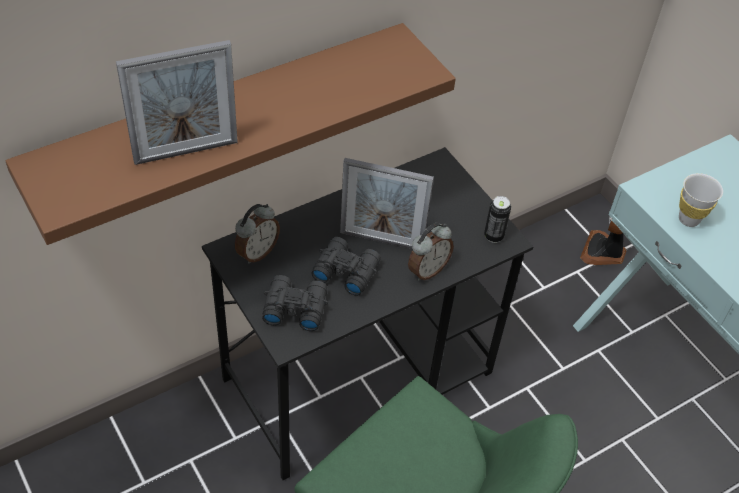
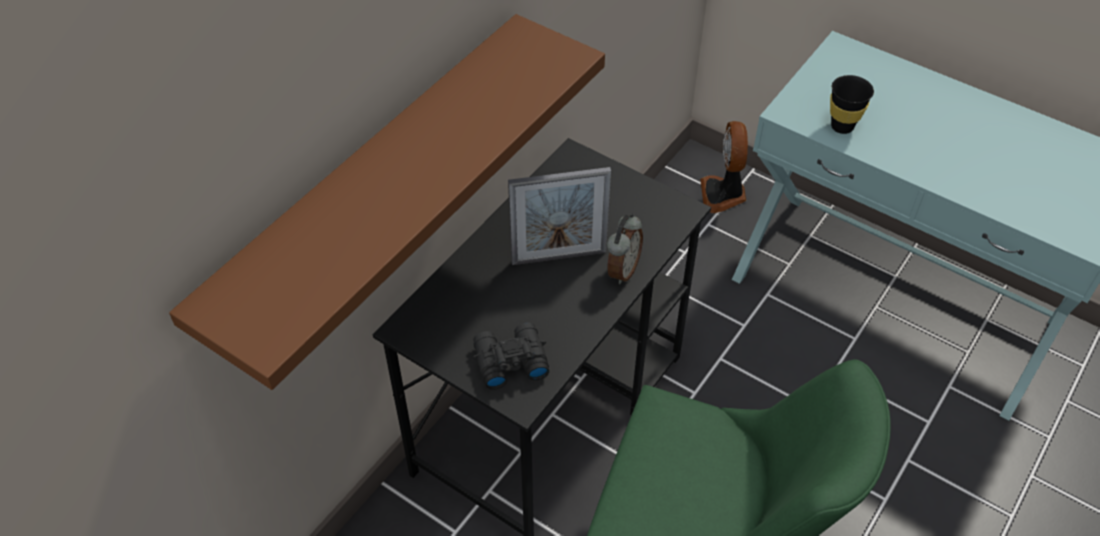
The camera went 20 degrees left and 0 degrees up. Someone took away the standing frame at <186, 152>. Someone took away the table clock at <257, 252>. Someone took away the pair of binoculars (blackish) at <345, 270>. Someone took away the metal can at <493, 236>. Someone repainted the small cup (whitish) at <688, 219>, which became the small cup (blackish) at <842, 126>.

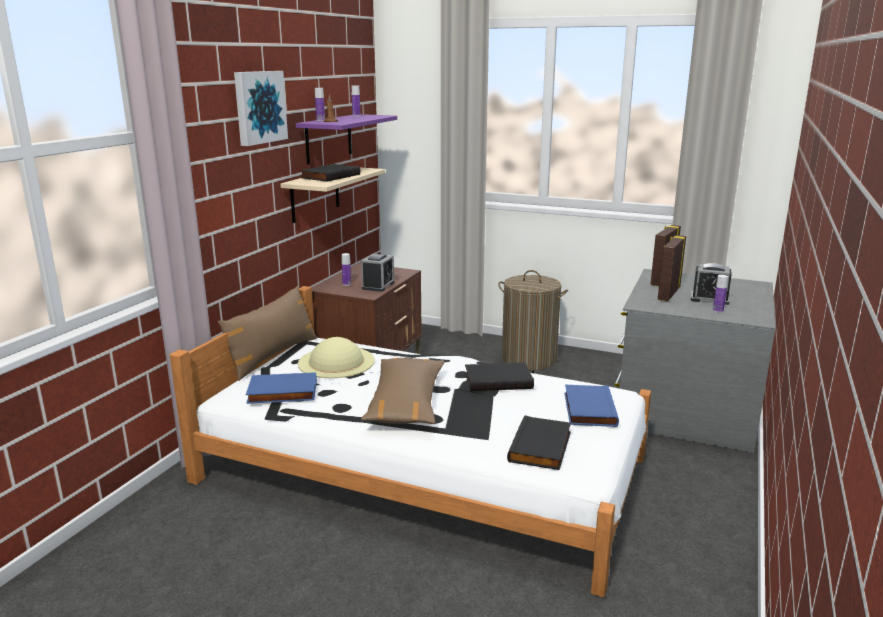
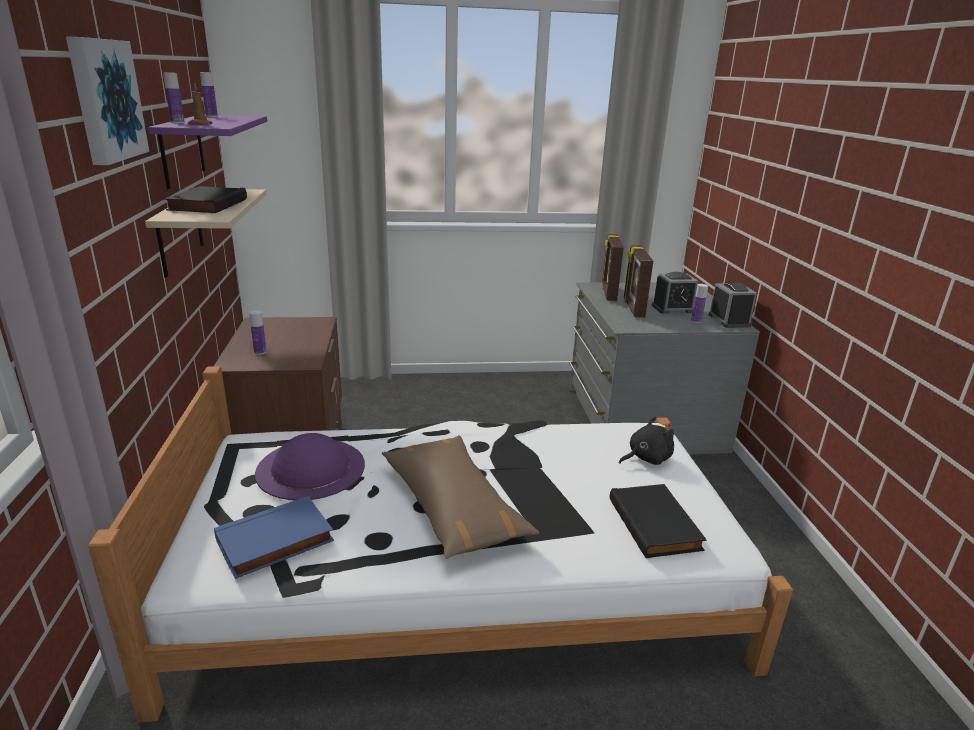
The camera went 30 degrees left and 5 degrees up. Someone took away the throw pillow (brownish) at <272, 356>. Someone repainted the clothing hat (sand-coloured) at <336, 362>, which became the clothing hat (purplish) at <310, 468>. Someone carried the table clock from <378, 285> to <729, 320>. Someone took away the volume (blackish) at <498, 380>. Someone took away the hamper at <529, 359>. Someone swapped the volume (blue-coloured) at <588, 409> for the cuddly toy (blackish) at <646, 458>.

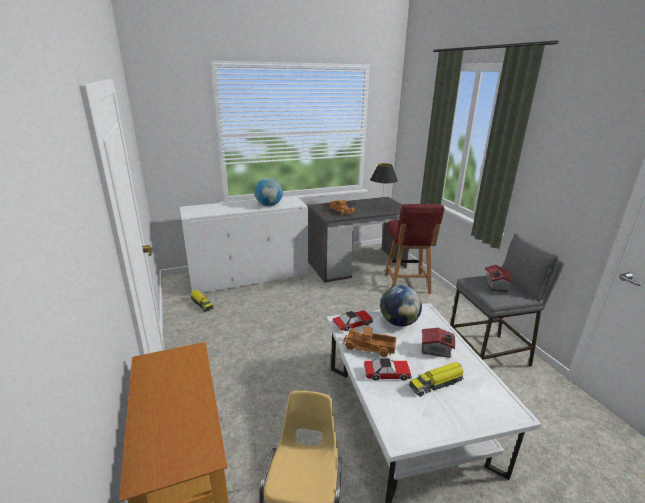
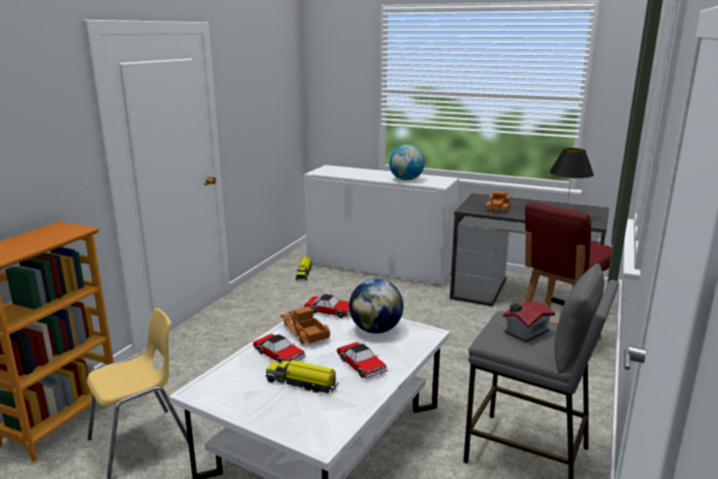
The camera went 45 degrees right and 5 degrees down. Someone swapped the toy house at <436, 350> for the toy car at <361, 365>.

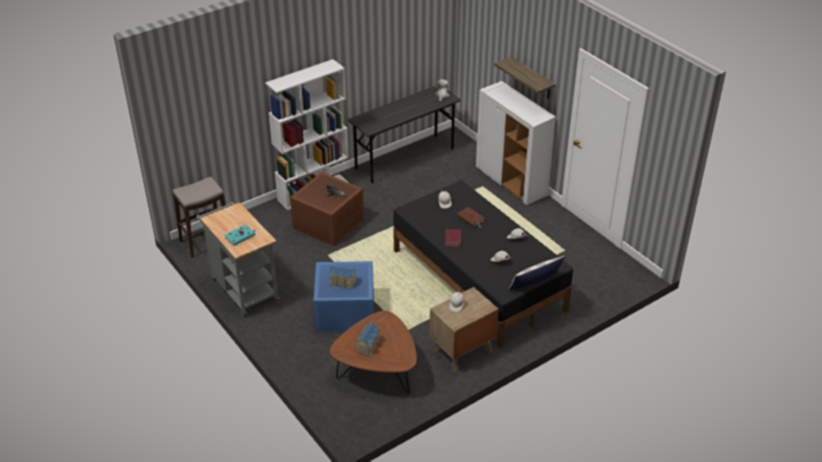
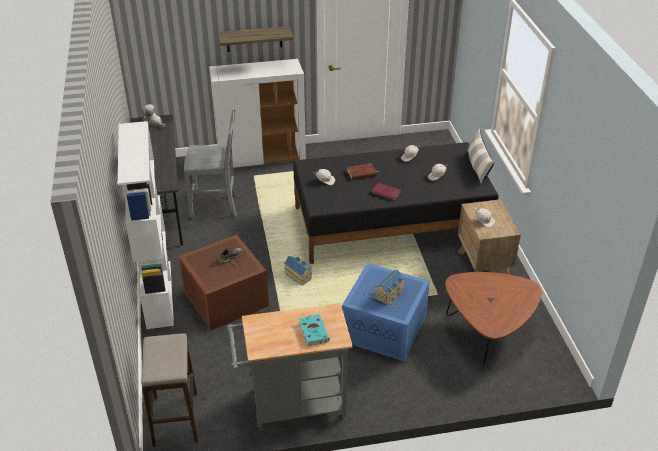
The camera went 65 degrees left and 0 degrees up. Someone carried the toy house from <369, 345> to <299, 276>. Someone put down the chair (greyish) at <216, 205>.

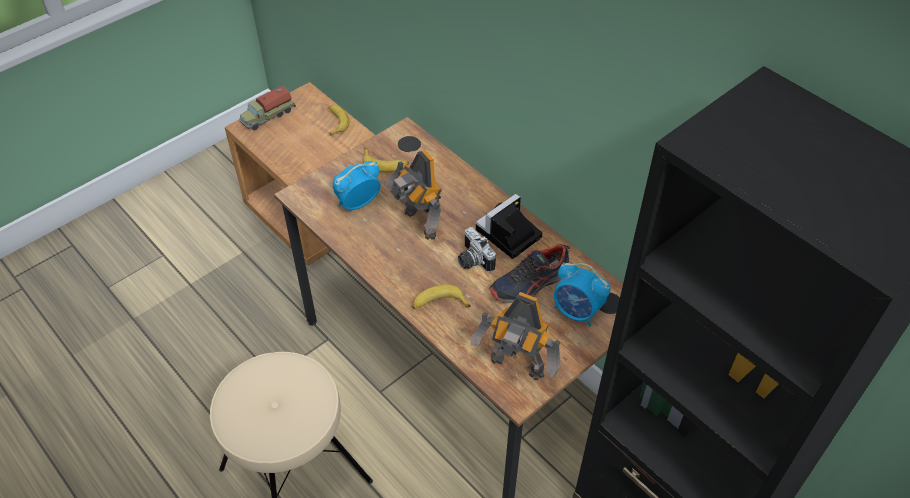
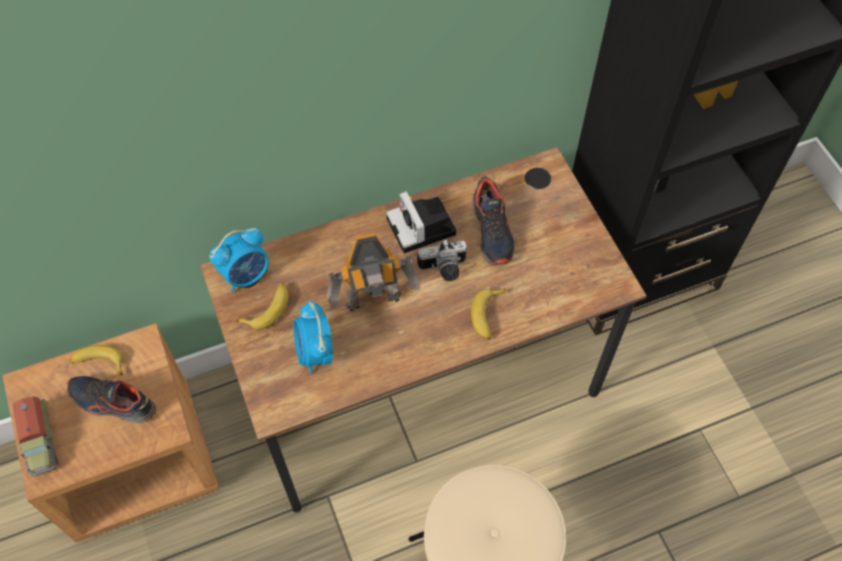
The camera went 70 degrees left and 10 degrees up. Someone took away the toy robot at <516, 368>. Someone carried the table clock from <577, 311> to <246, 275>. Someone put down the low shoe at <113, 403>.

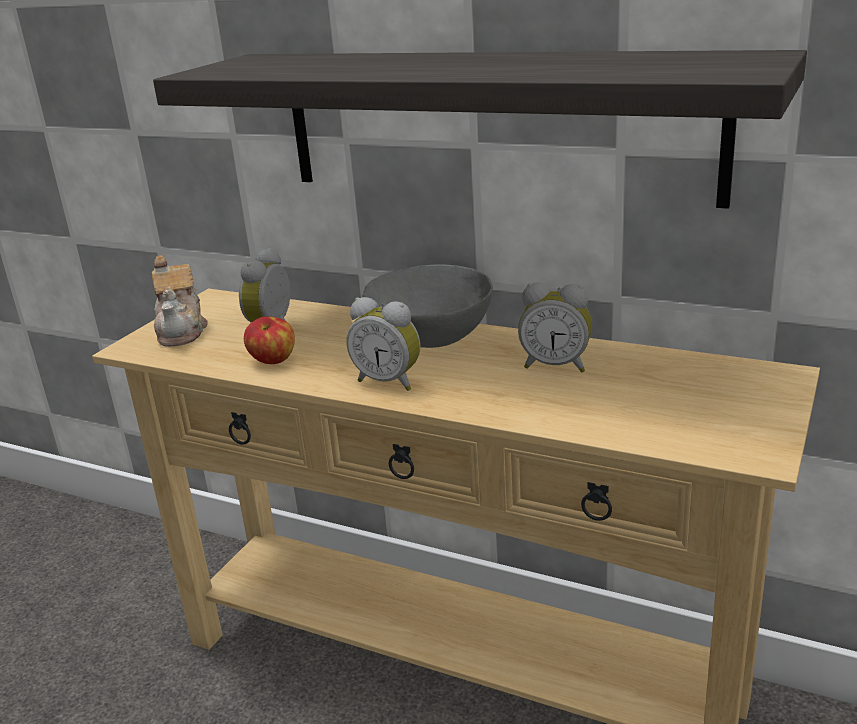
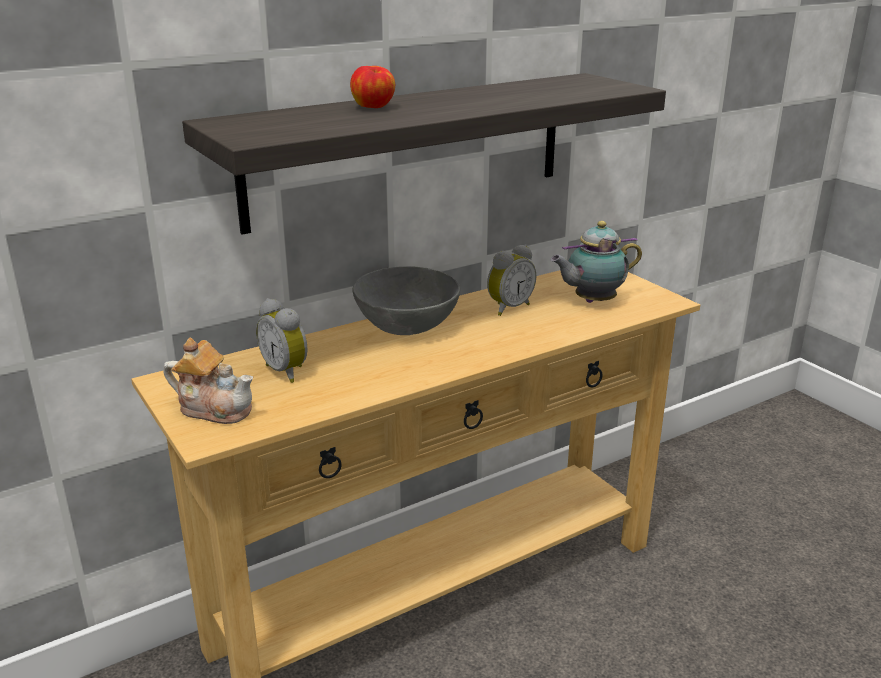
The camera went 60 degrees left and 0 degrees up. Someone carried the whole apple from <273, 361> to <374, 108>. Someone took away the table clock at <389, 381>. Someone put down the tea pot at <592, 301>.

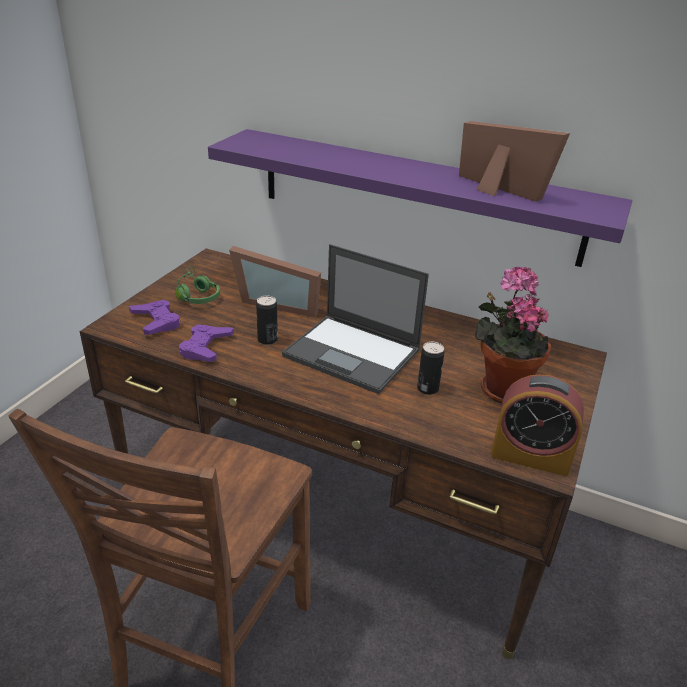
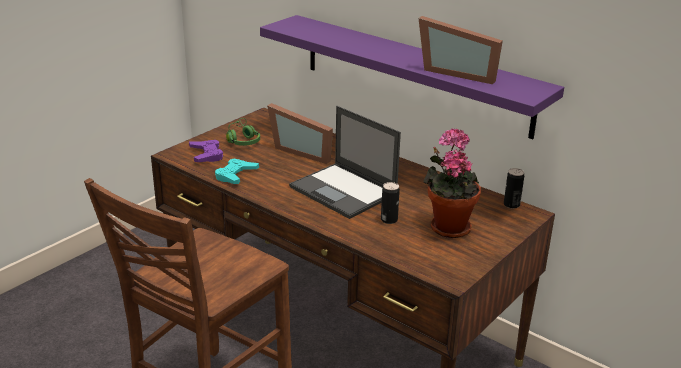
The camera went 15 degrees right and 5 degrees down. Someone repainted the joypad (purplish) at <206, 347>, which became the joypad (turquoise) at <236, 175>. Someone carried the metal can from <267, 340> to <511, 205>. Someone rotated the standing frame at <497, 190> by 150 degrees clockwise. Someone took away the table clock at <530, 456>.

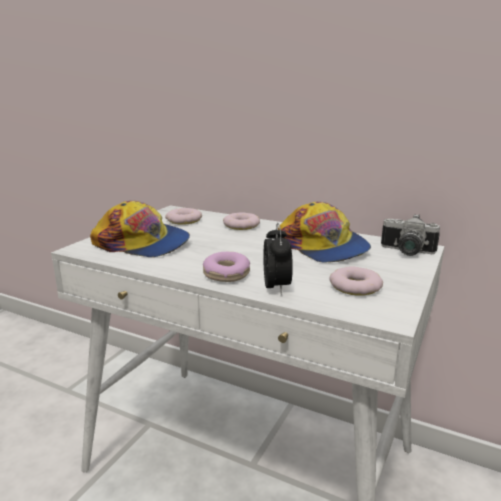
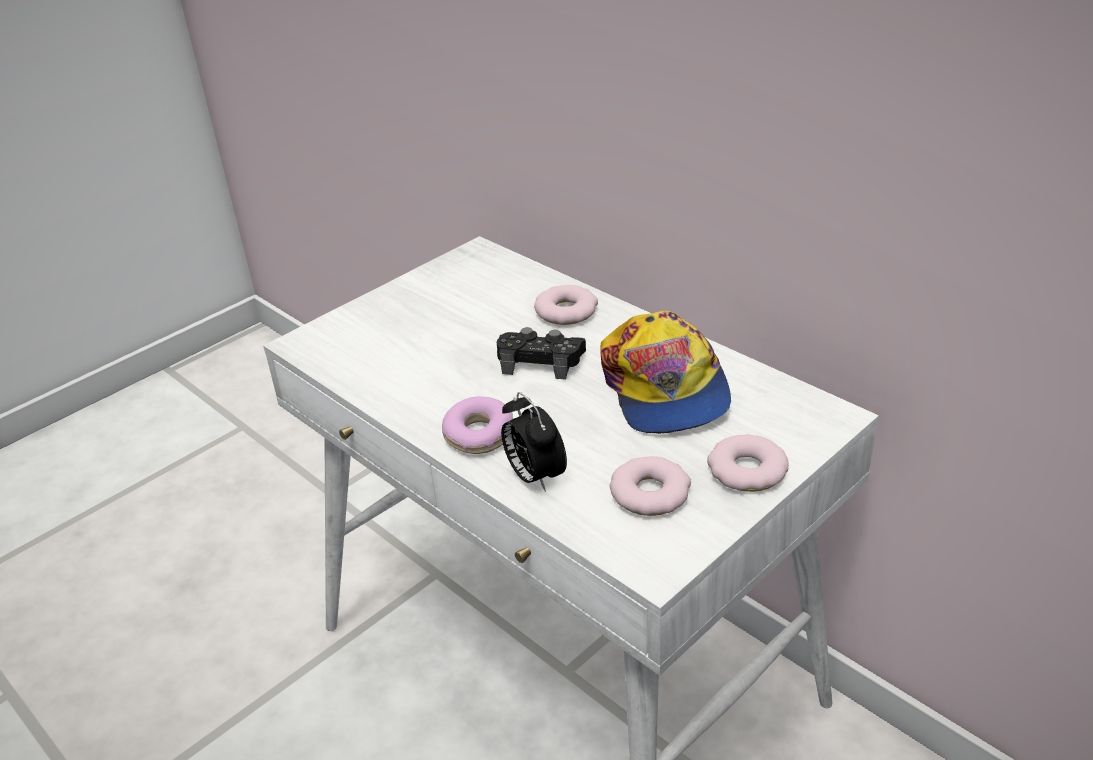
The camera went 20 degrees right and 15 degrees up. Someone took away the peaked cap at <142, 243>. Someone carried the ring doughnut from <184, 220> to <747, 470>. Someone rotated the table clock at <277, 287> by 135 degrees clockwise. Someone took away the still camera at <406, 252>. Someone put down the joypad (blackish) at <541, 361>.

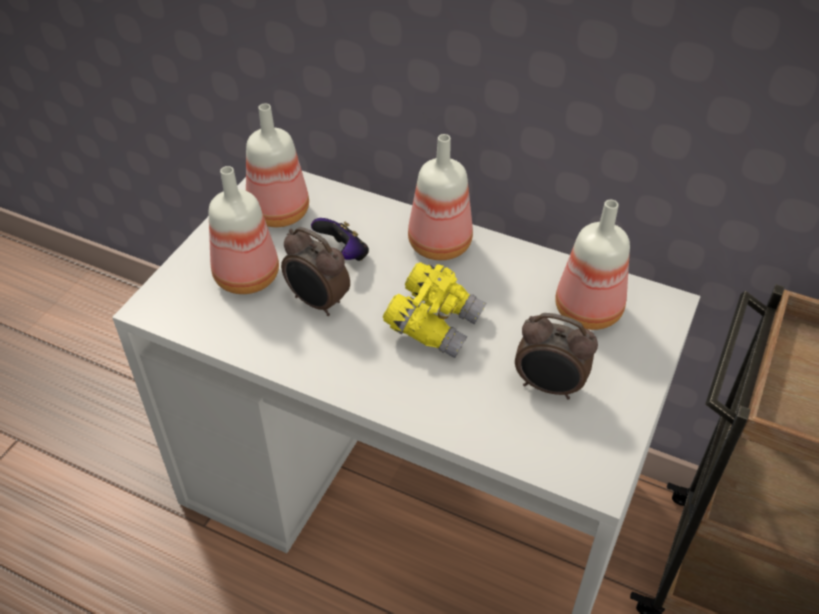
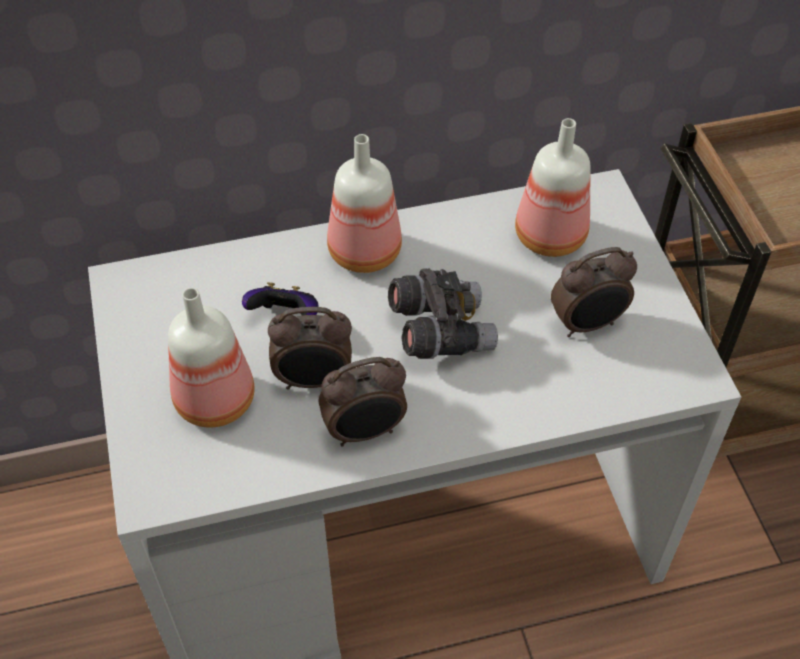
The camera went 40 degrees left and 5 degrees up. Someone took away the drink bottle at <278, 212>. Someone repainted the pair of binoculars (yellowish) at <434, 324>, which became the pair of binoculars (greyish) at <440, 331>. Someone put down the table clock at <365, 431>.

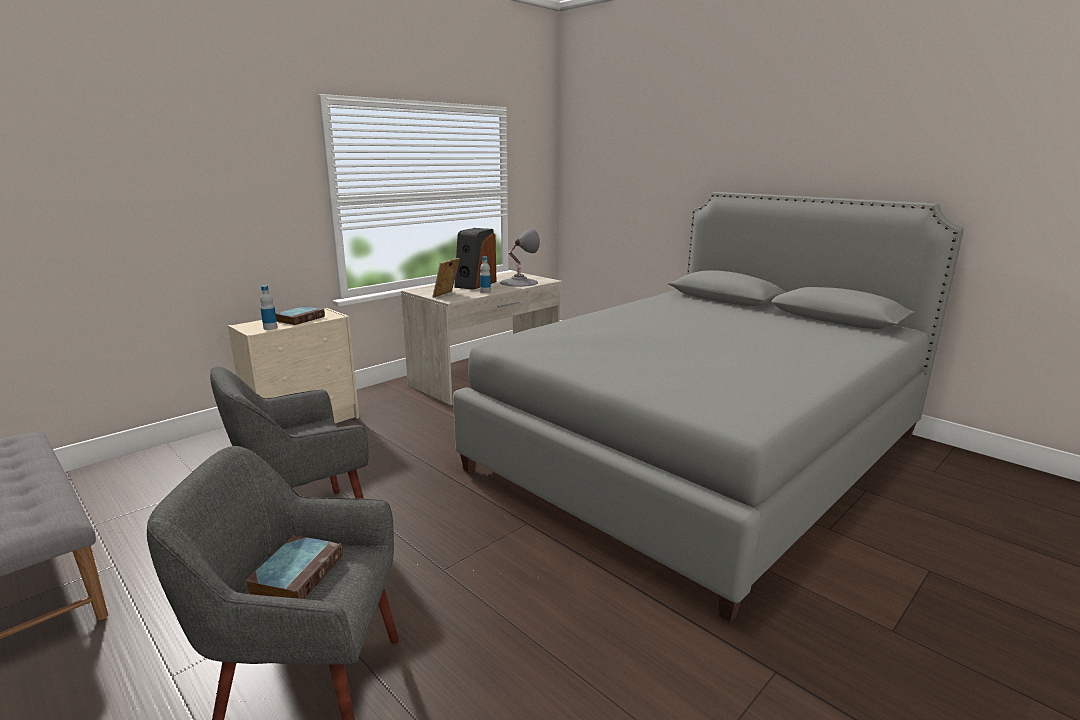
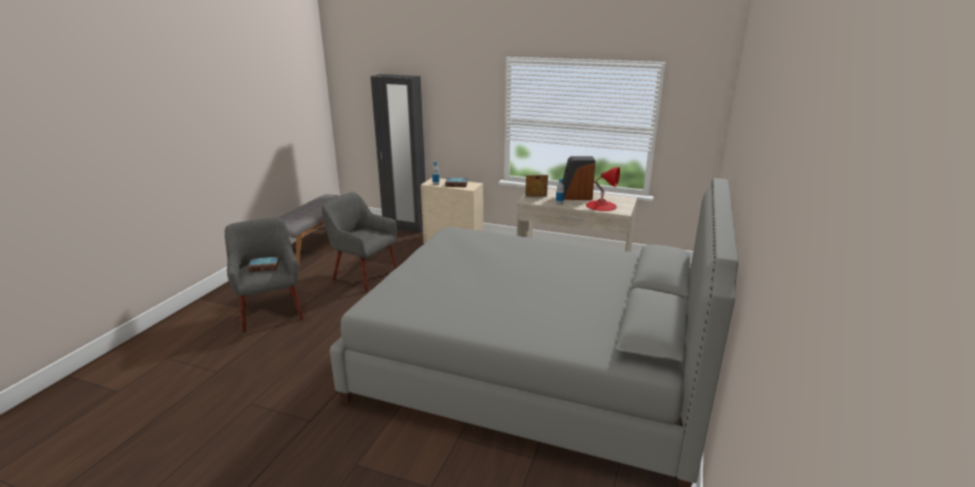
The camera went 65 degrees right and 5 degrees up. Someone repainted the lamp for a table (greyish) at <518, 282>, which became the lamp for a table (reddish) at <601, 205>. Someone put down the wardrobe (blackish) at <405, 227>.

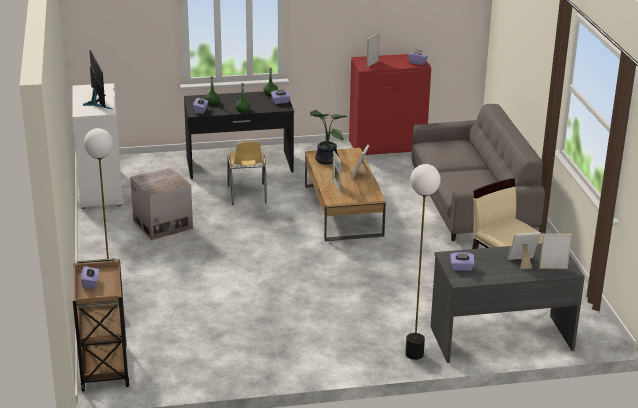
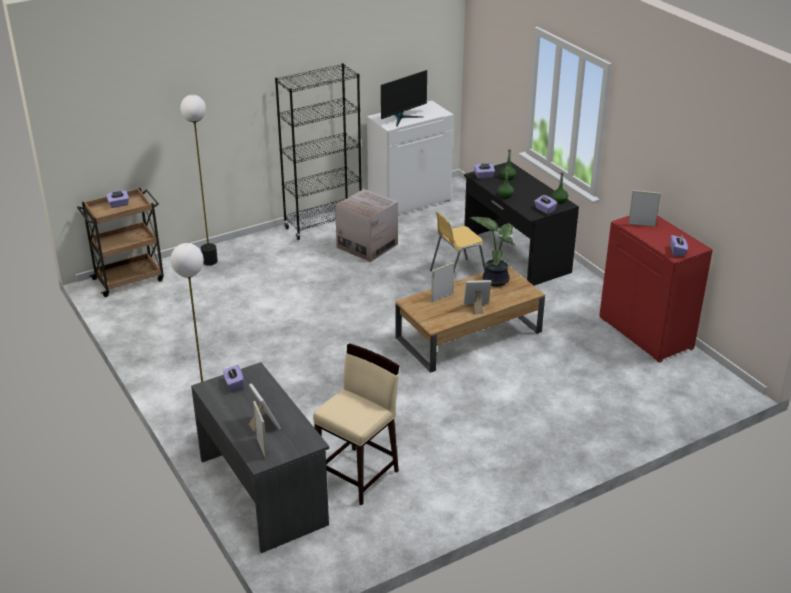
The camera went 70 degrees right and 5 degrees up. Someone took away the sofa (greyish) at <471, 207>. Someone put down the bookshelf (blackish) at <323, 225>.

